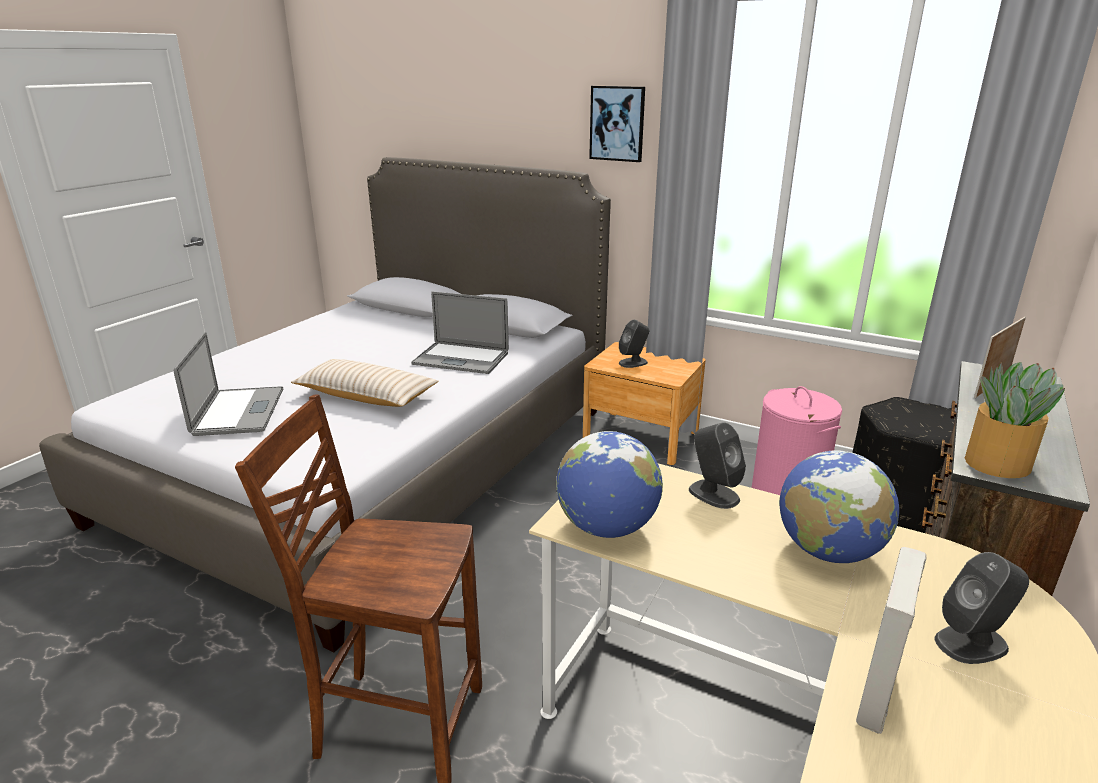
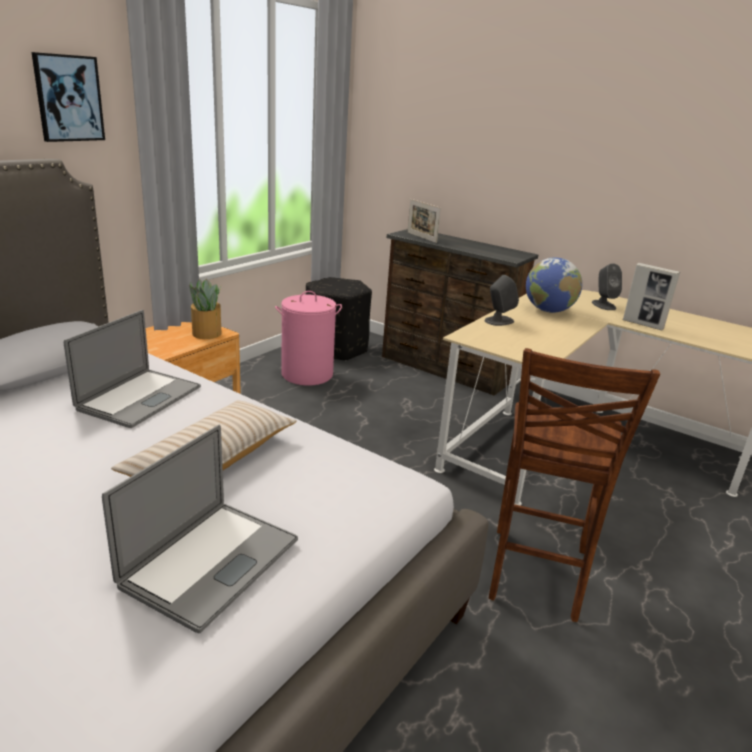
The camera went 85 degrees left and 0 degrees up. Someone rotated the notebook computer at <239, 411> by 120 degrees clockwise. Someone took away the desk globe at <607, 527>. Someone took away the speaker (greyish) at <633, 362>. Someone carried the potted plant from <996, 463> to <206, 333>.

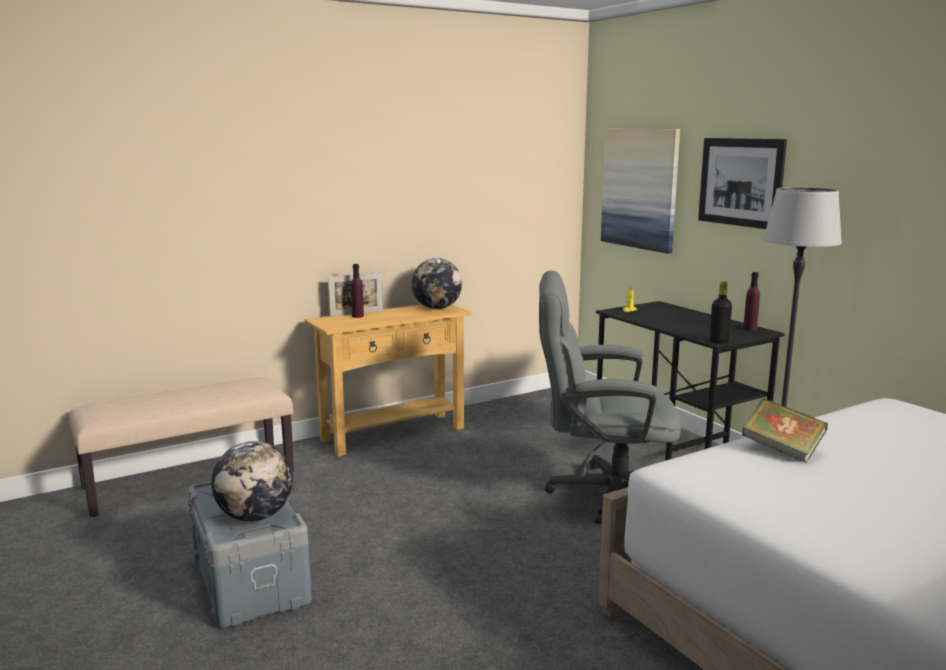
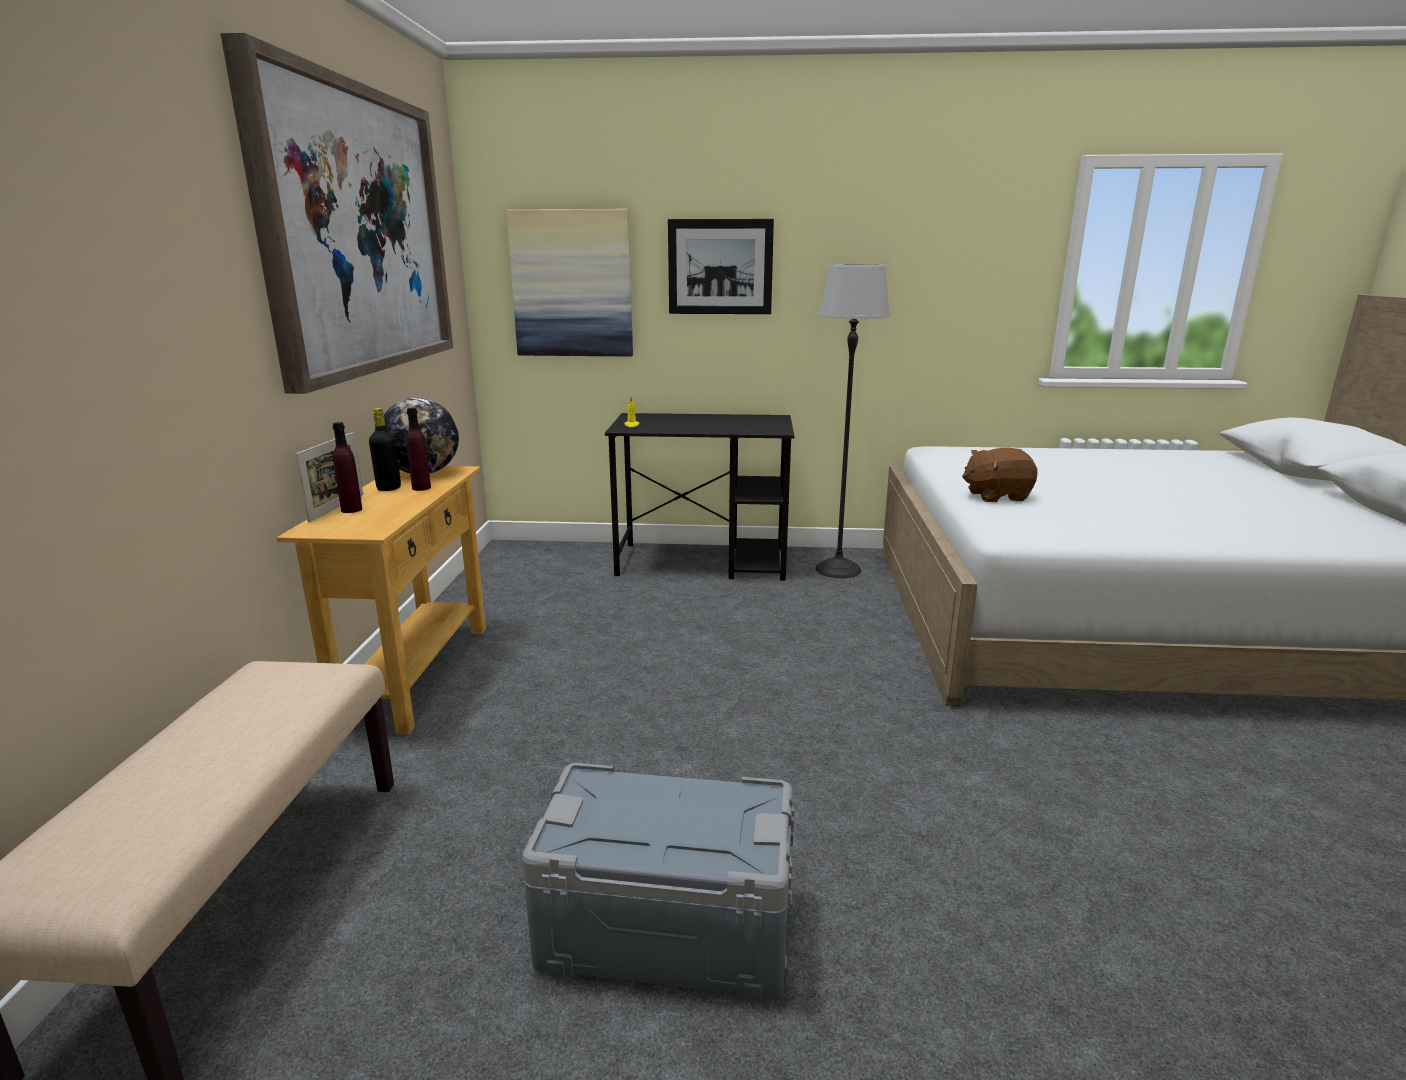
The camera went 55 degrees left and 5 degrees up. Someone took away the desk globe at <255, 516>. Someone took away the computer chair (greyish) at <602, 494>. Someone carried the drink bottle (blackish) from <718, 341> to <389, 488>. Someone swapped the volume at <782, 450> for the cuddly toy (brownish) at <996, 496>. Someone carried the drink bottle (purplish) from <749, 329> to <421, 488>. Someone put up the wall picture at <358, 231>.

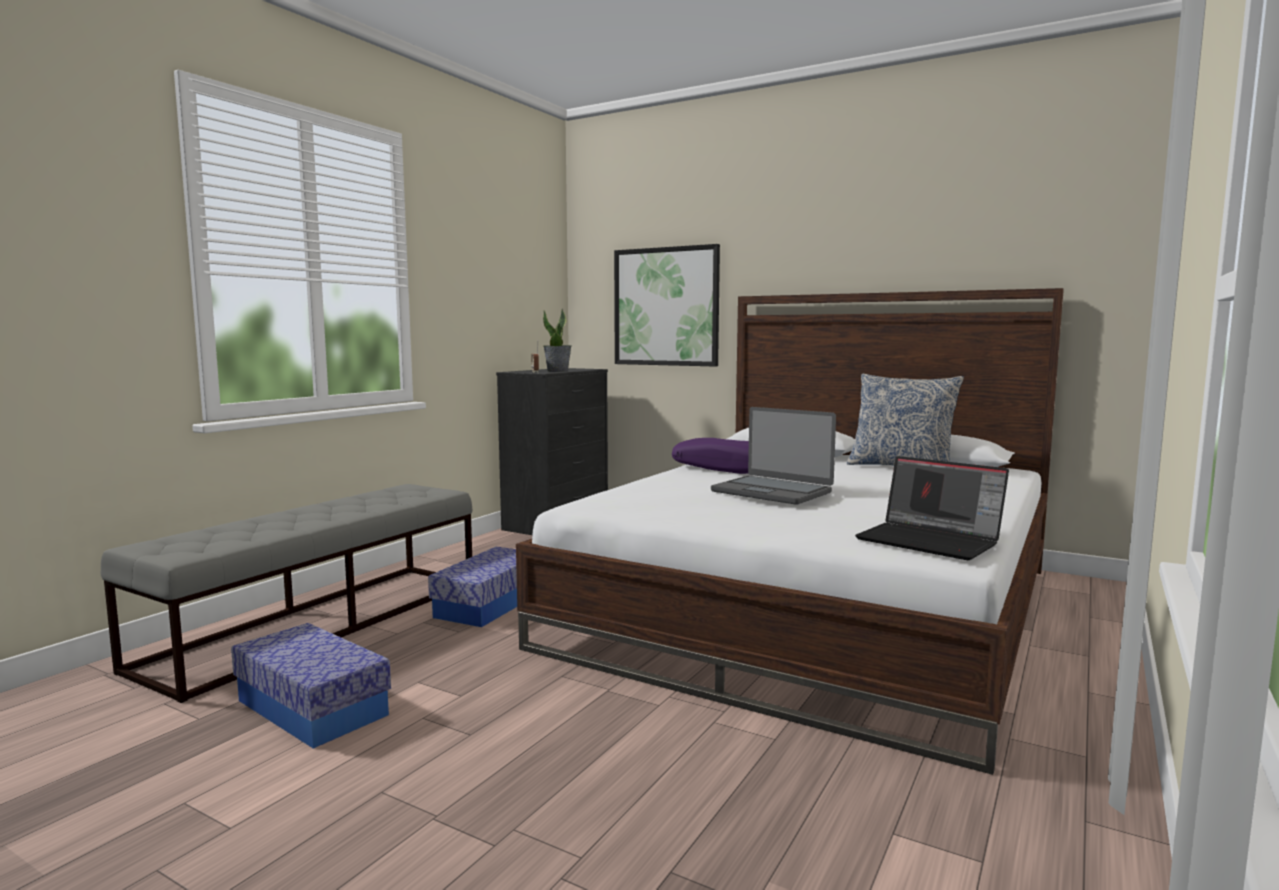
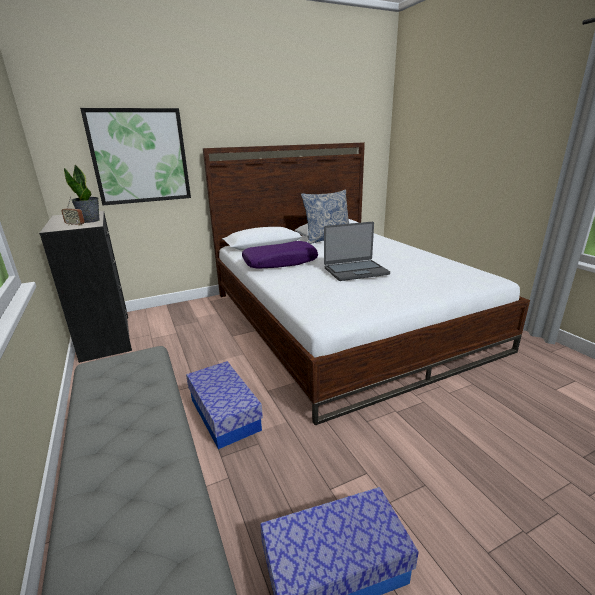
The camera went 55 degrees left and 15 degrees up. Someone took away the notebook computer at <931, 541>.

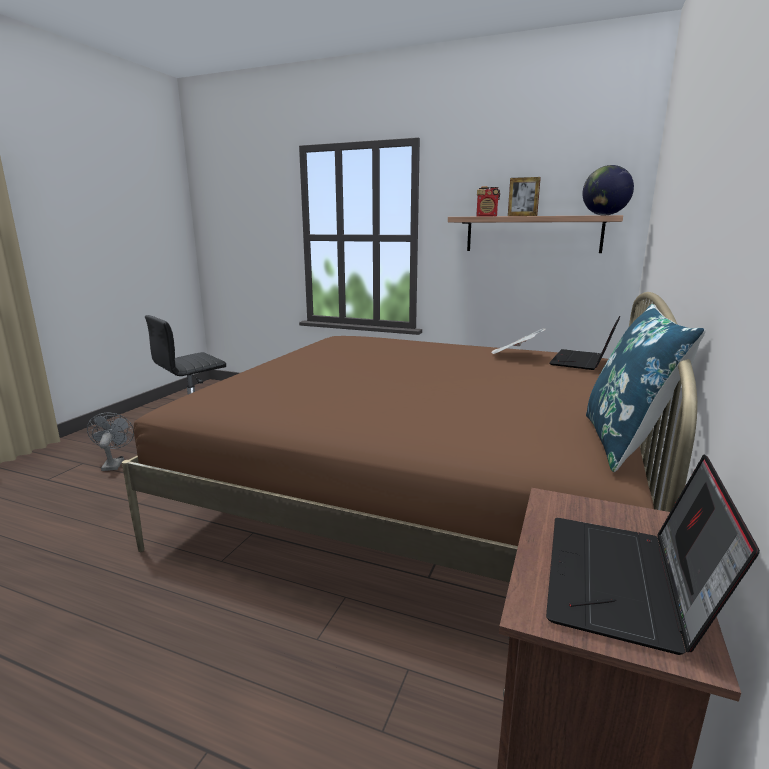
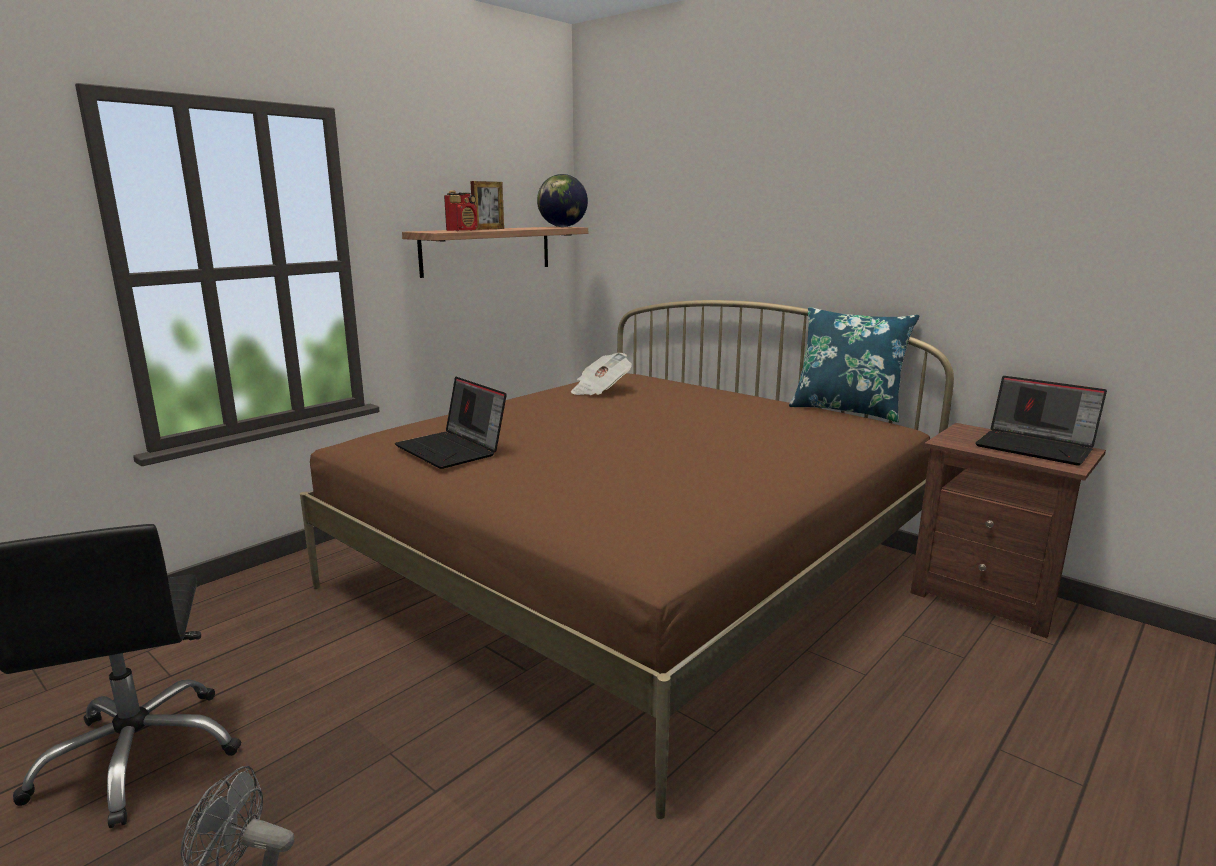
The camera went 70 degrees left and 0 degrees up. Someone carried the notebook computer from <583, 361> to <453, 450>.

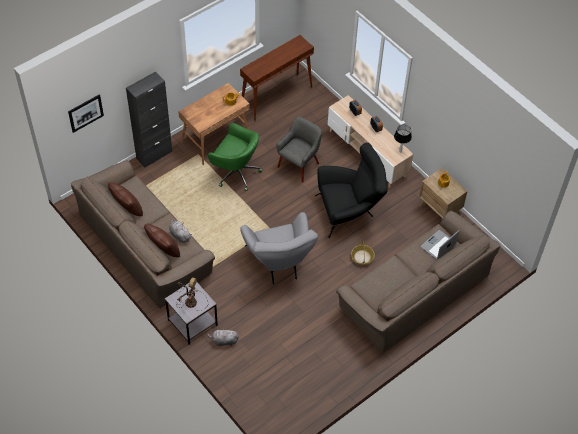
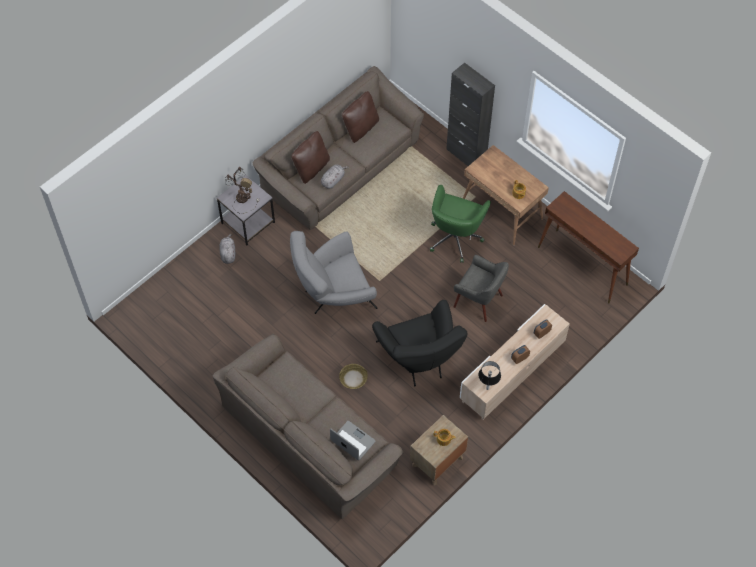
The camera went 85 degrees right and 5 degrees up. Someone took away the wall picture at <85, 113>.

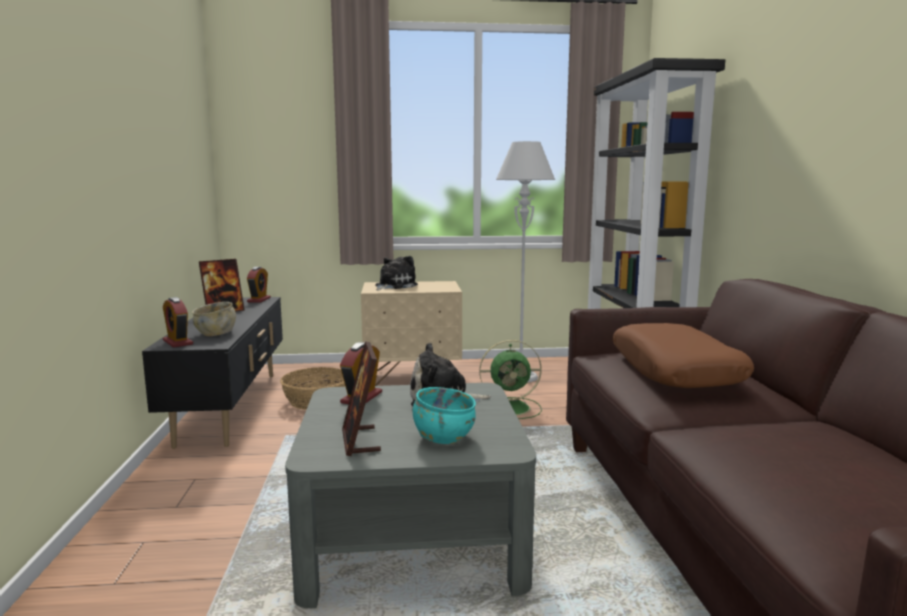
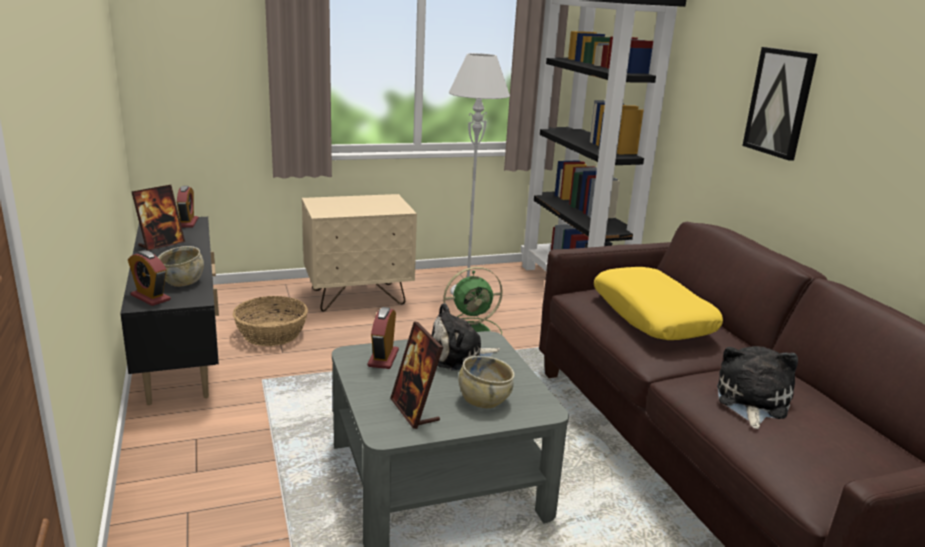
The camera went 15 degrees left and 10 degrees up. Someone carried the cuddly toy from <394, 286> to <751, 402>. Someone repainted the deep dish (turquoise) at <443, 437>, which became the deep dish (sand-coloured) at <484, 400>. Someone repainted the throw pillow (brownish) at <675, 371>, which became the throw pillow (yellowish) at <652, 316>. Someone put up the wall picture at <780, 102>.

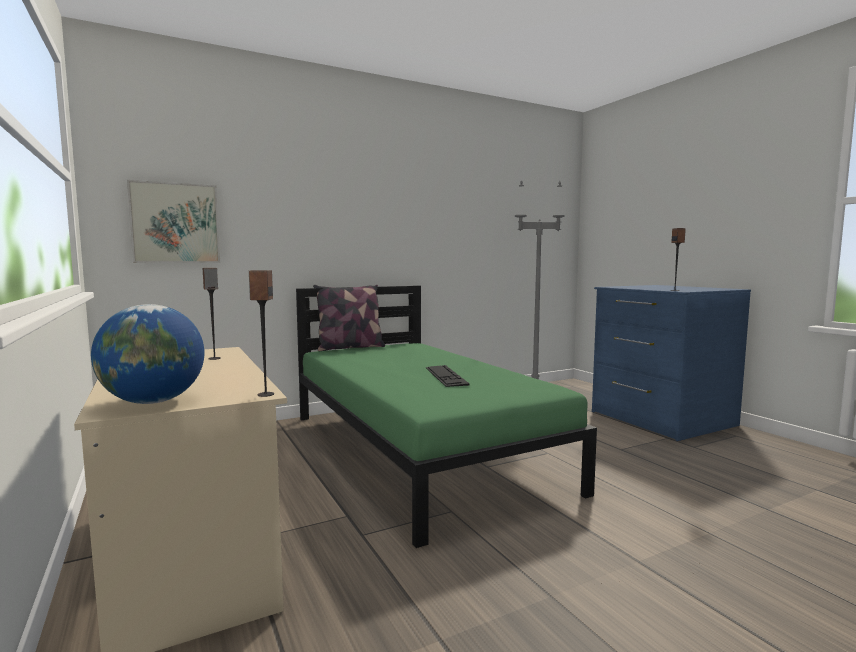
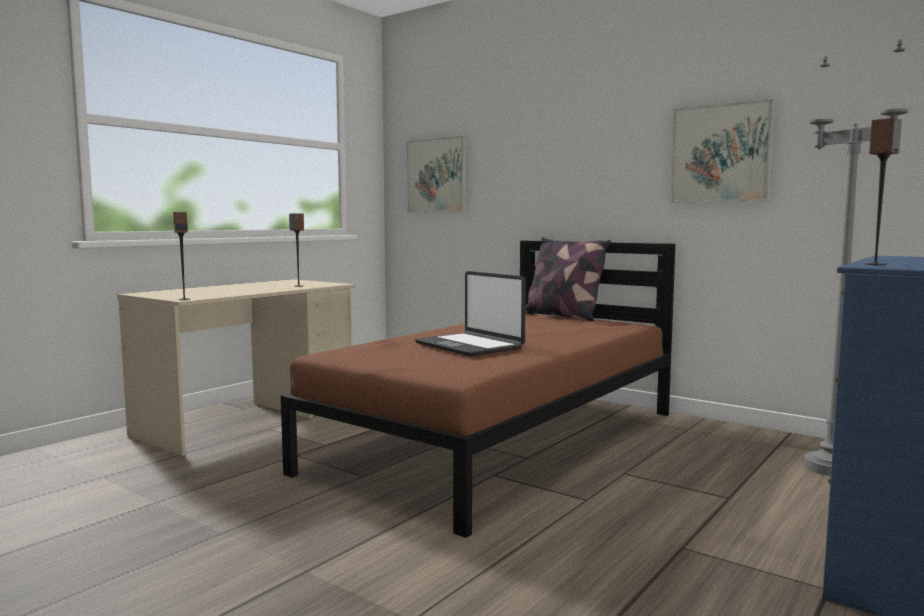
The camera went 65 degrees right and 0 degrees up. Someone took away the desk globe at <153, 402>. Someone repainted the sleeping bed (green) at <418, 450>, which became the sleeping bed (brownish) at <502, 441>. Someone swapped the keyboard at <445, 376> for the notebook computer at <470, 346>. Someone put up the wall picture at <720, 153>.

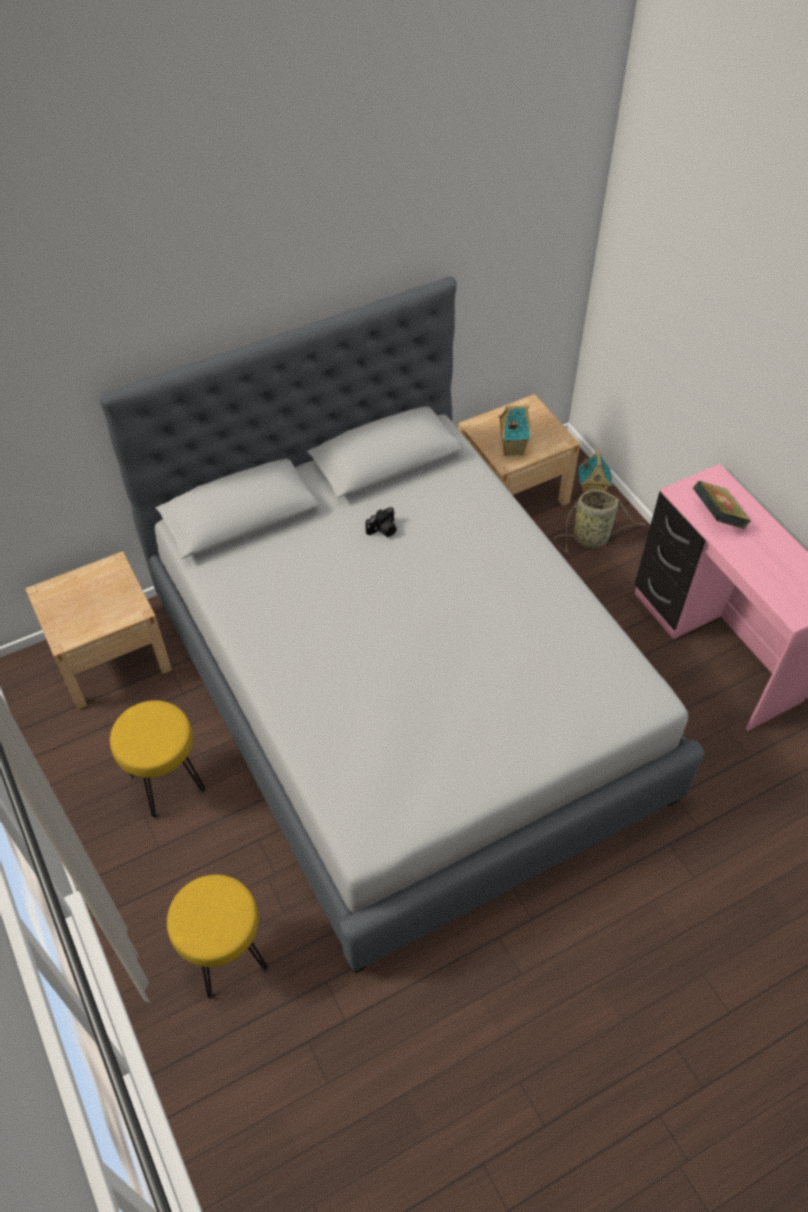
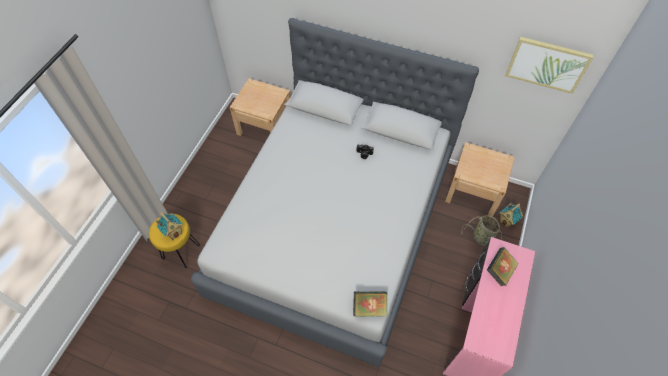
The camera went 50 degrees right and 5 degrees up. Someone took away the stool seat (yellowish) at <168, 782>. Someone carried the toy house from <511, 449> to <174, 233>. Someone put down the volume at <369, 308>. Someone put up the wall picture at <547, 64>.

